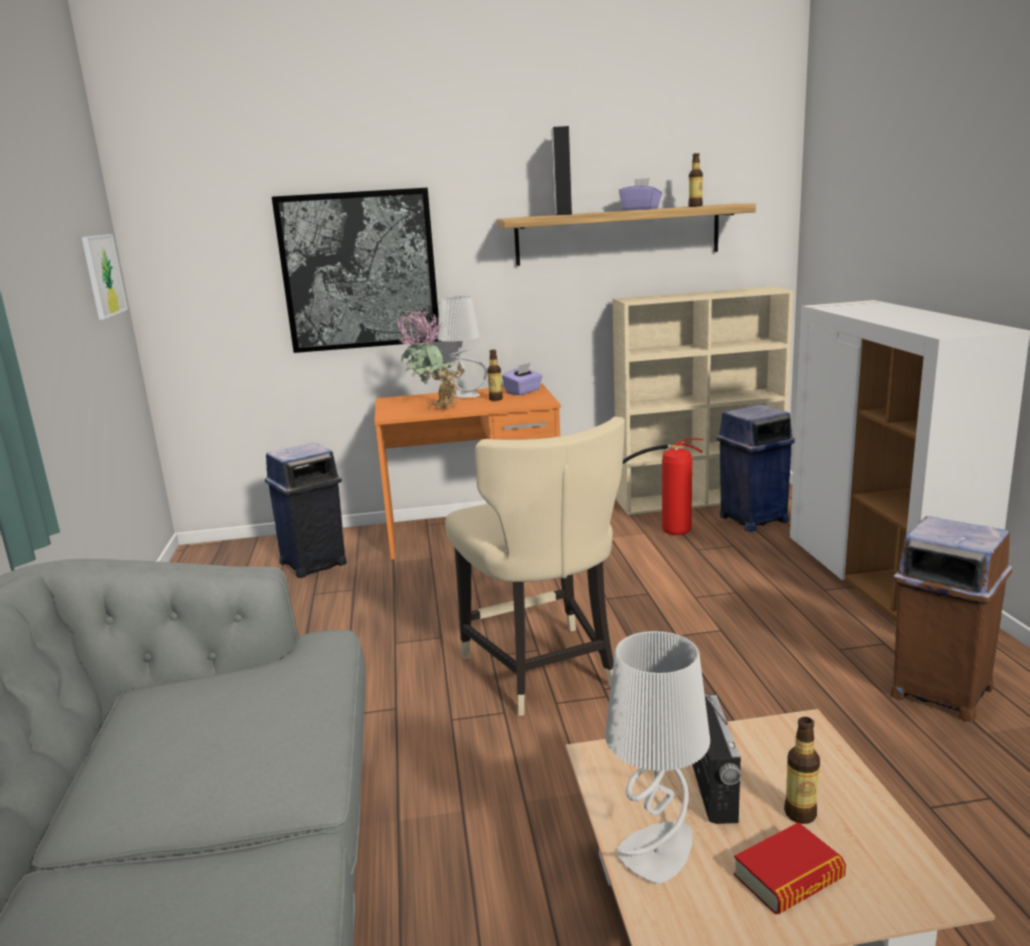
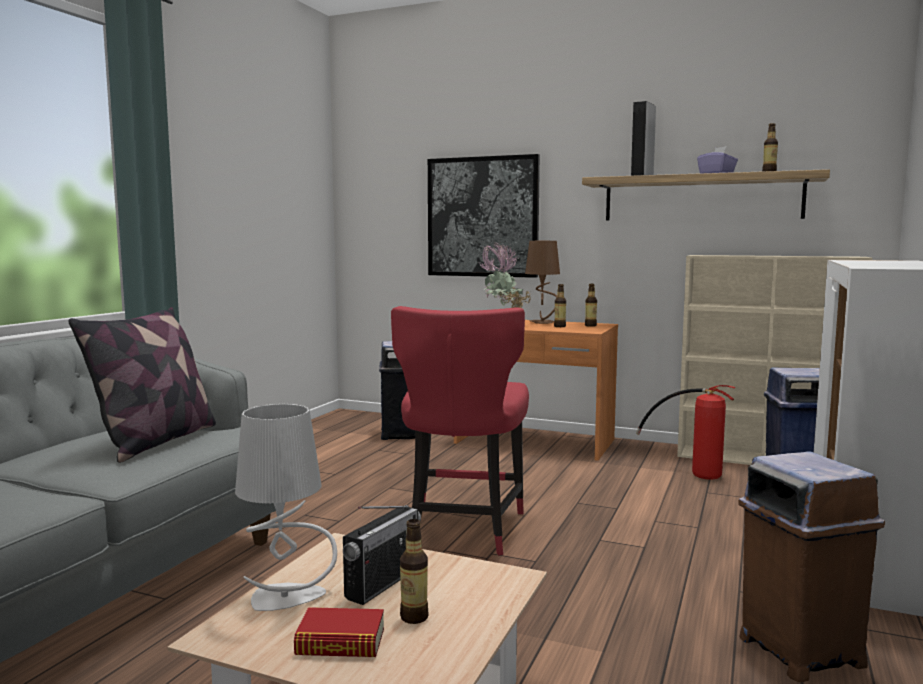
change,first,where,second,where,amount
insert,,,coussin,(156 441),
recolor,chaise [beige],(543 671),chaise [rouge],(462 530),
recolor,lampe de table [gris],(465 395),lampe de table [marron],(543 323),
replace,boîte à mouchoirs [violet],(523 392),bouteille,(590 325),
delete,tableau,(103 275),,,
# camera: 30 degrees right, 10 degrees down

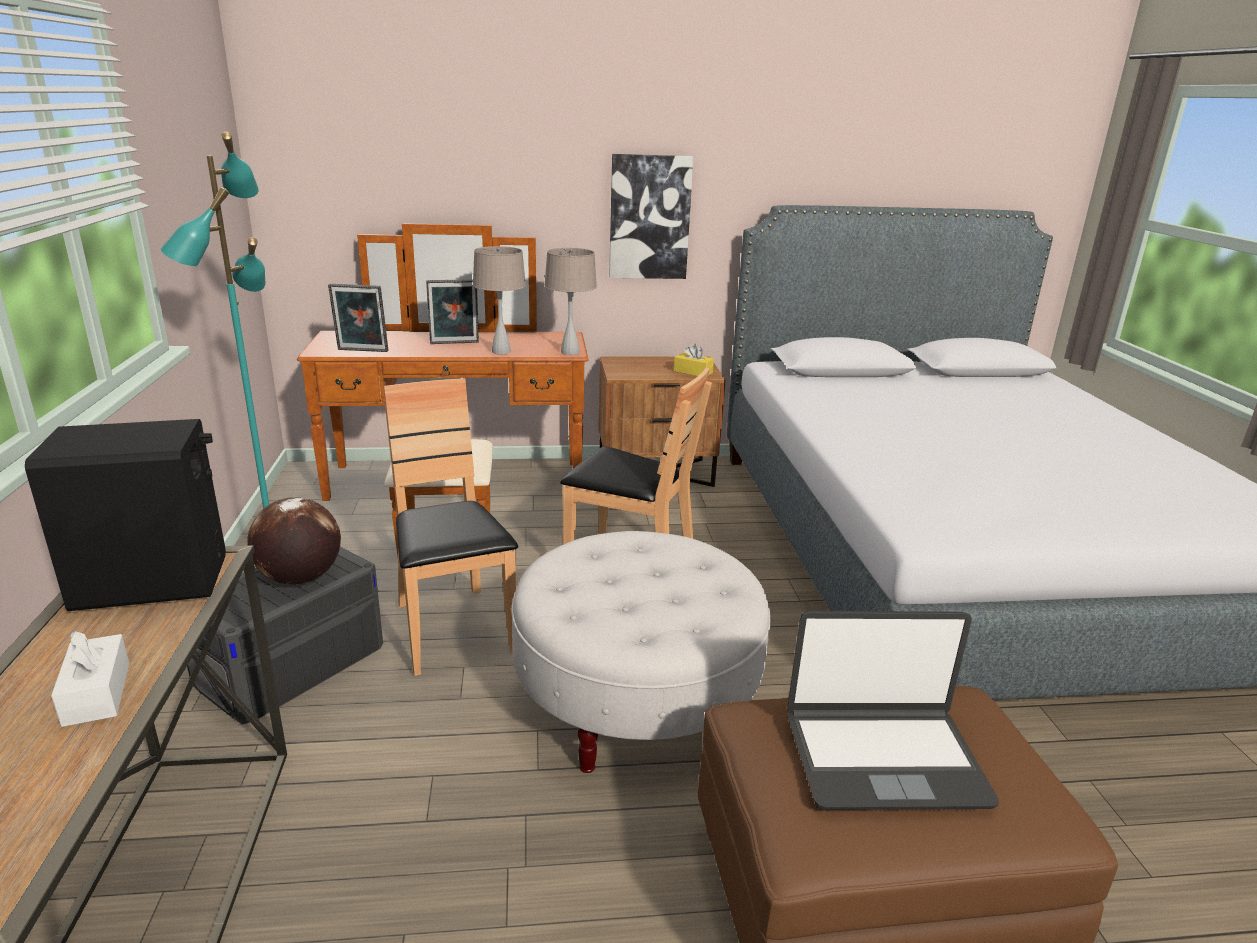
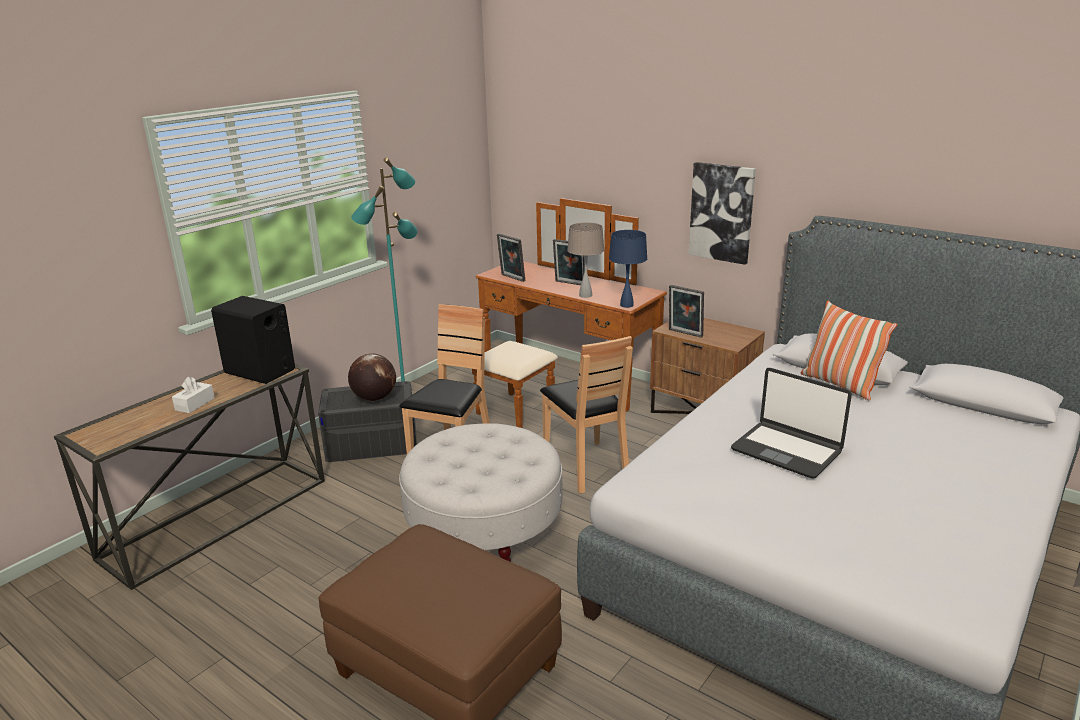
change,first,where,second,where,amount
recolor,lampe de table [beige],(570 352),lampe de table [bleu],(627 305),
insert,,,cadre photo,(684 334),
move,ordinateur portable,(883 758),,(786 450),
insert,,,coussin,(839 385),
delete,boîte à mouchoirs [jaune],(693 372),,,
# camera: 45 degrees right, 0 degrees up

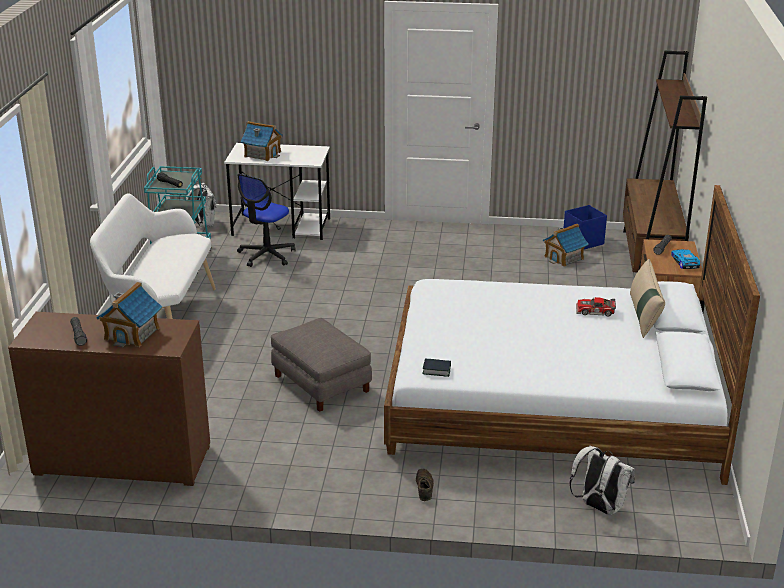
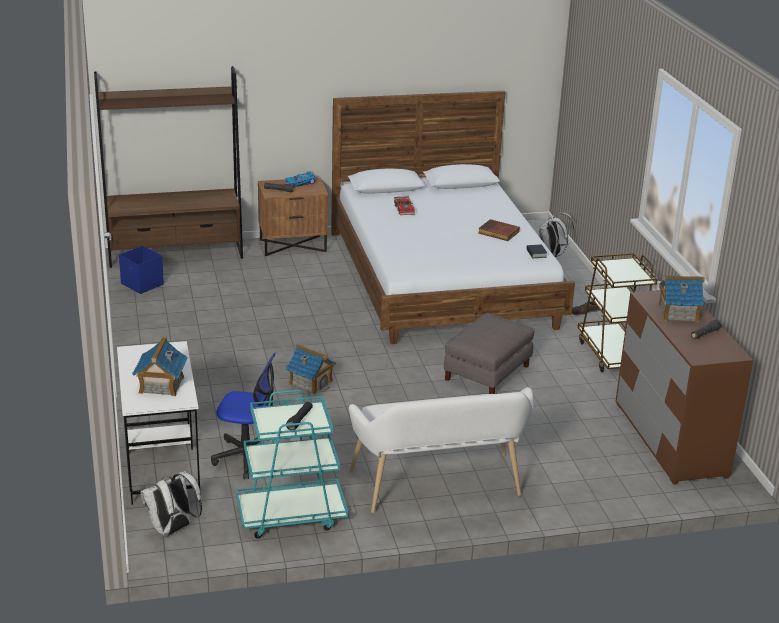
change,first,where,second,where,amount
move,maison miniature,(564 257),,(310 382),
insert,,,livre,(498 232),
insert,,,chariot [marron],(612 354),
delete,coussin [beige],(644 316),,,
# camera: 110 degrees left, 0 degrees up

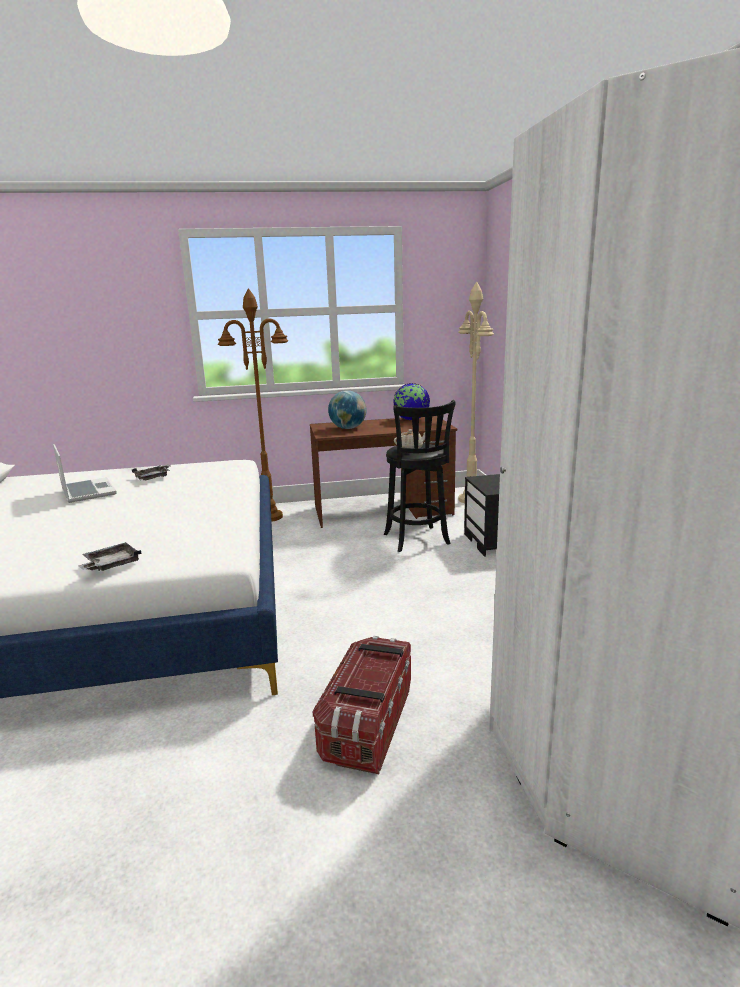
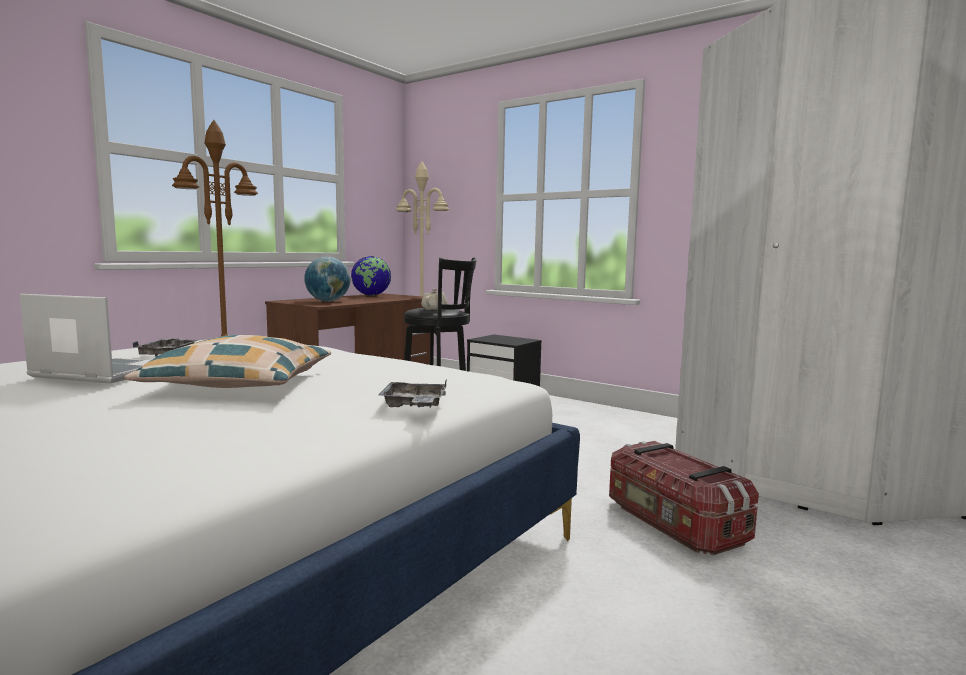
change,first,where,second,where,amount
insert,,,coussin,(241 383),
# camera: 45 degrees left, 10 degrees down

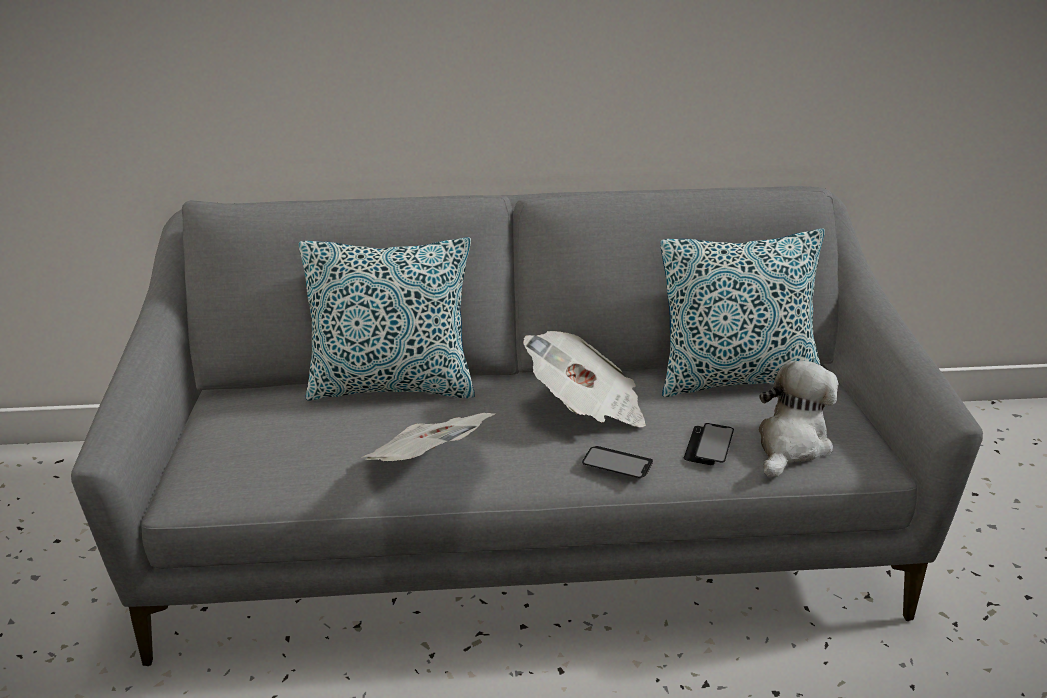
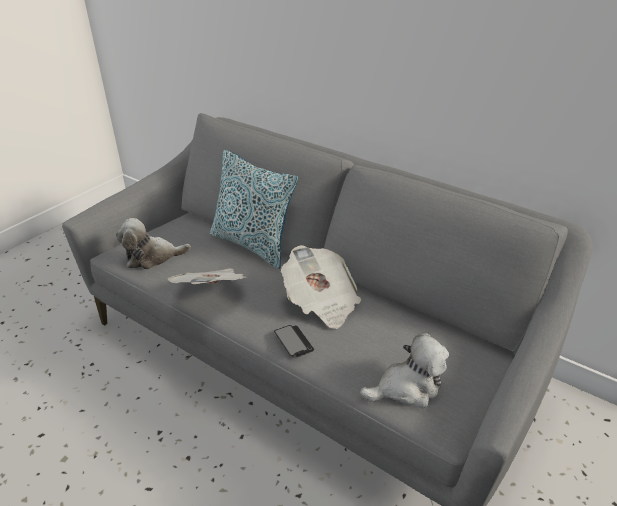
change,first,where,second,where,amount
insert,,,peluche,(152 257),
delete,coussin,(736 378),,,
delete,téléphone,(708 446),,,
# camera: 40 degrees right, 5 degrees up

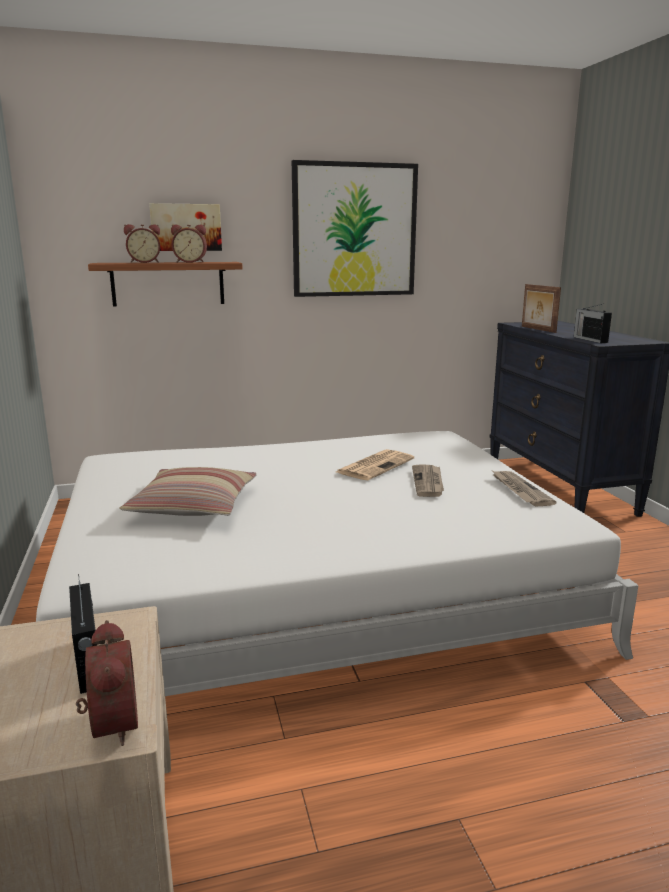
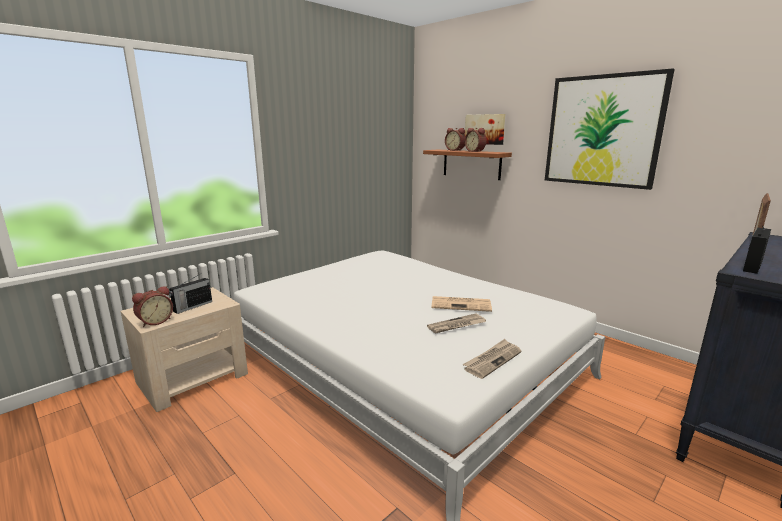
change,first,where,second,where,amount
delete,coussin,(193 506),,,
# camera: 60 degrees right, 0 degrees up

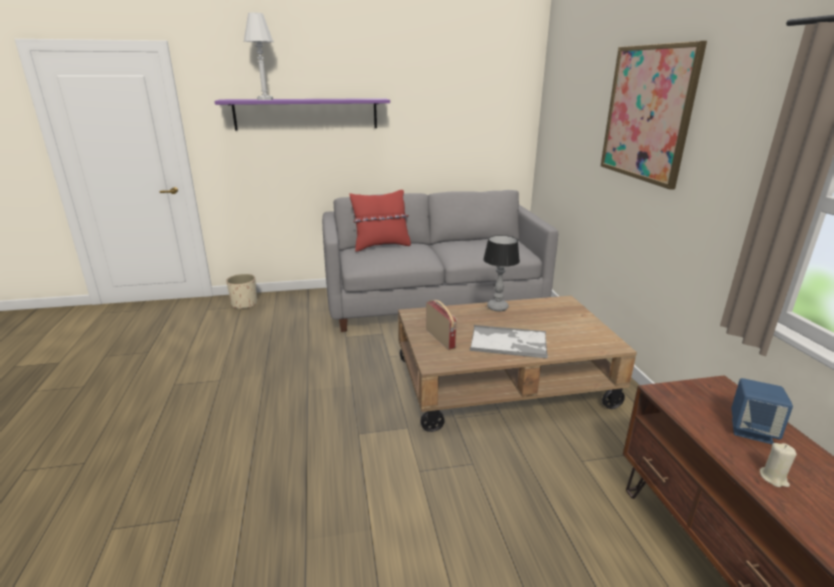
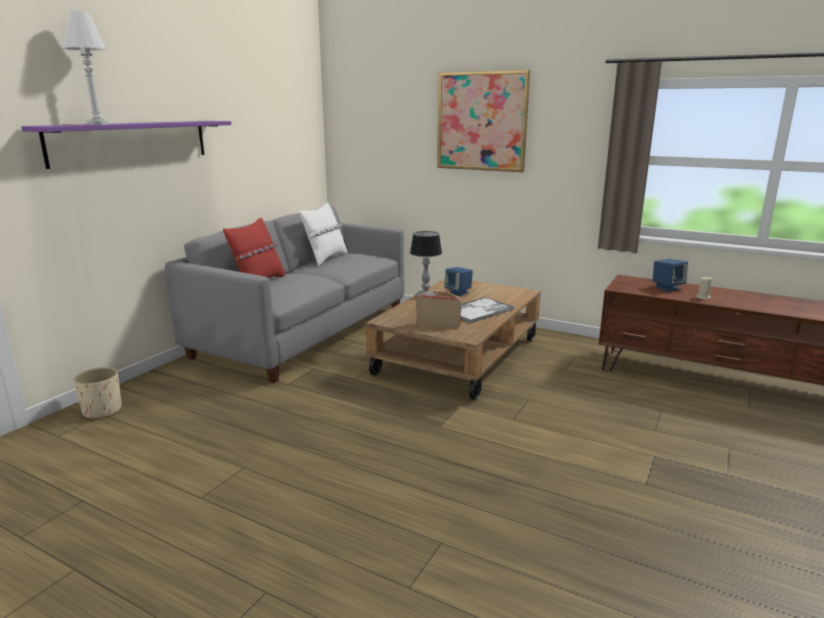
change,first,where,second,where,amount
insert,,,coussin [blanc],(325 258),
insert,,,enceinte [bleu],(458 292),
# camera: 50 degrees left, 5 degrees down

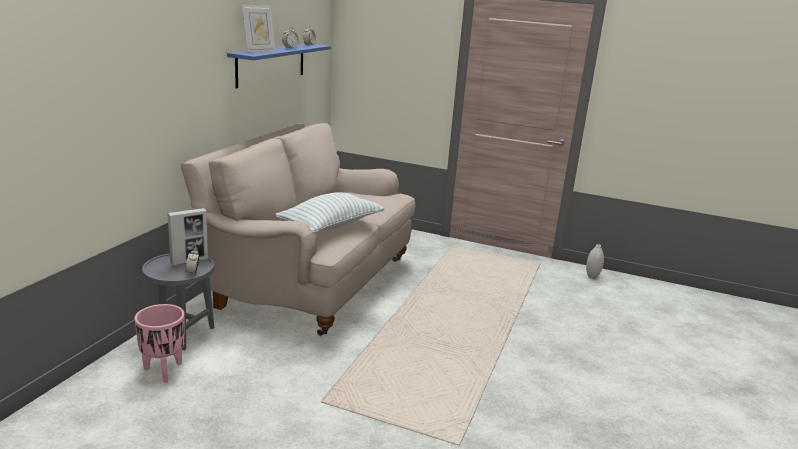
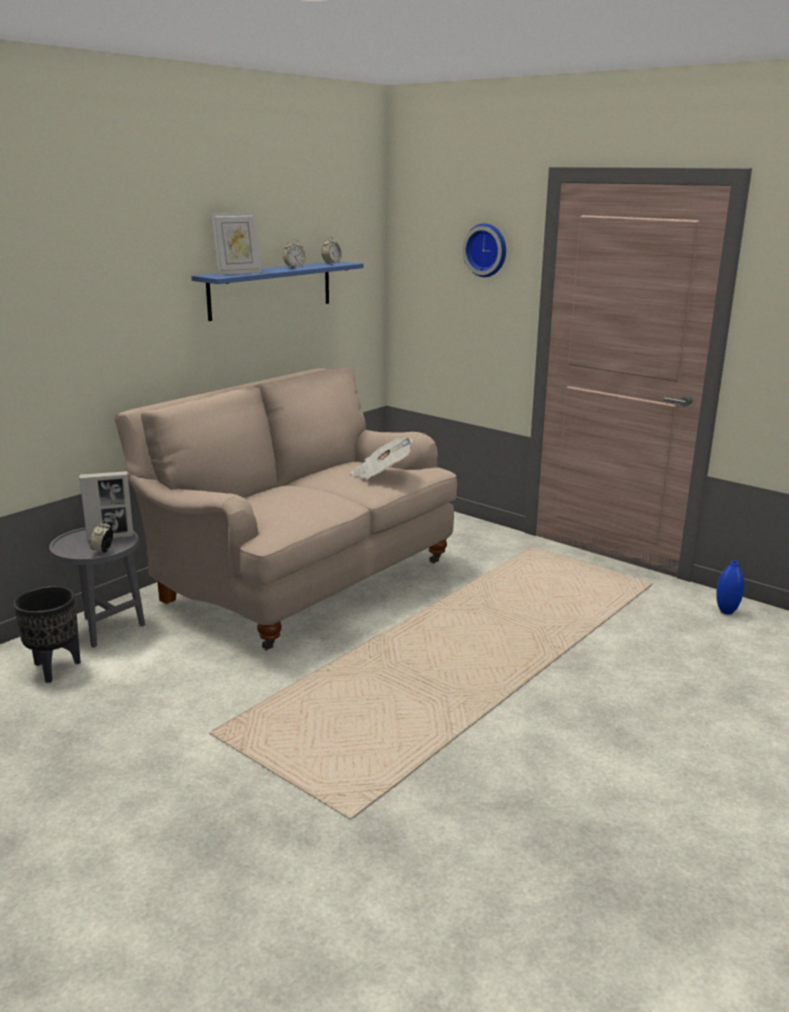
change,first,where,second,where,amount
recolor,cache-pot [rose],(164 371),cache-pot [noir],(55 669),
insert,,,journal,(381 474),
insert,,,horloge murale,(487 250),
recolor,vase [blanc],(592 277),vase [bleu],(726 611),
delete,coussin,(331 225),,,
# camera: 20 degrees right, 0 degrees up

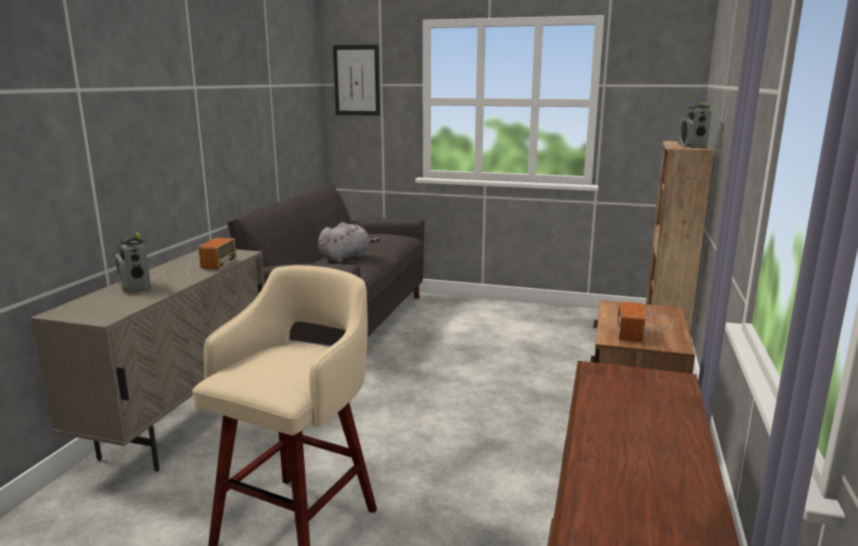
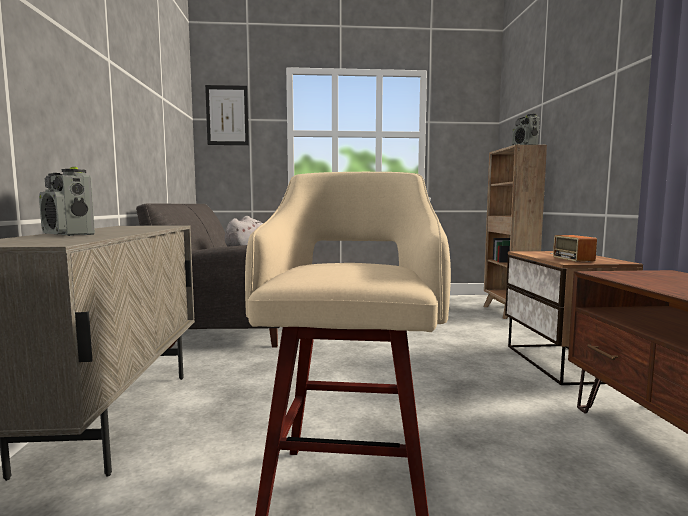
change,first,where,second,where,amount
delete,radio,(195 270),,,
# camera: 20 degrees left, 10 degrees down

